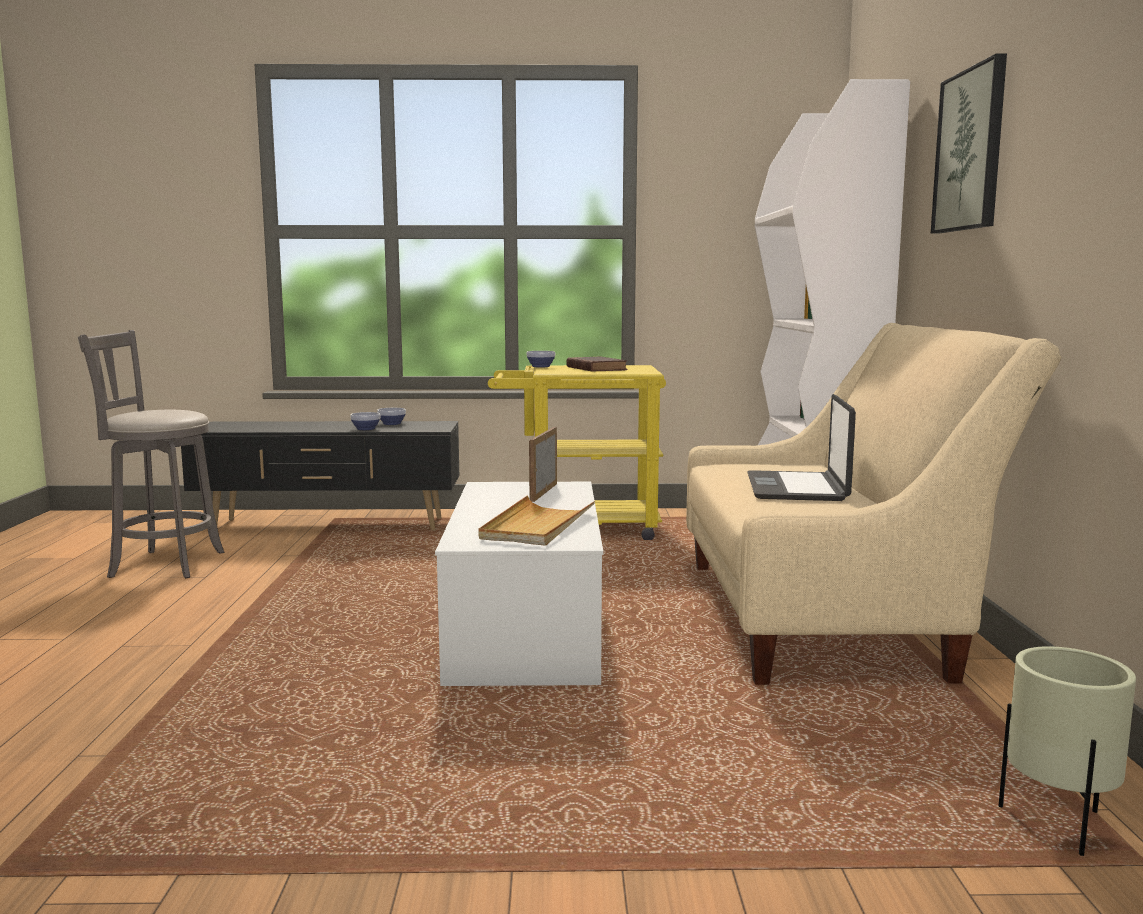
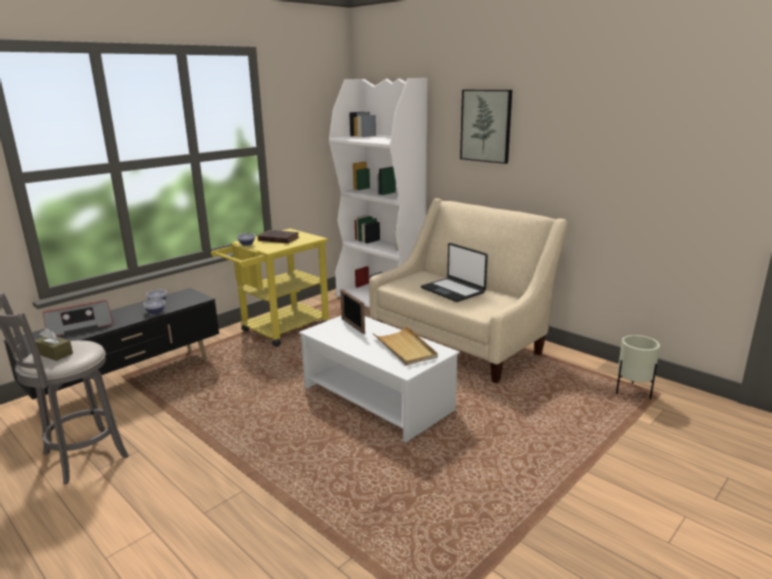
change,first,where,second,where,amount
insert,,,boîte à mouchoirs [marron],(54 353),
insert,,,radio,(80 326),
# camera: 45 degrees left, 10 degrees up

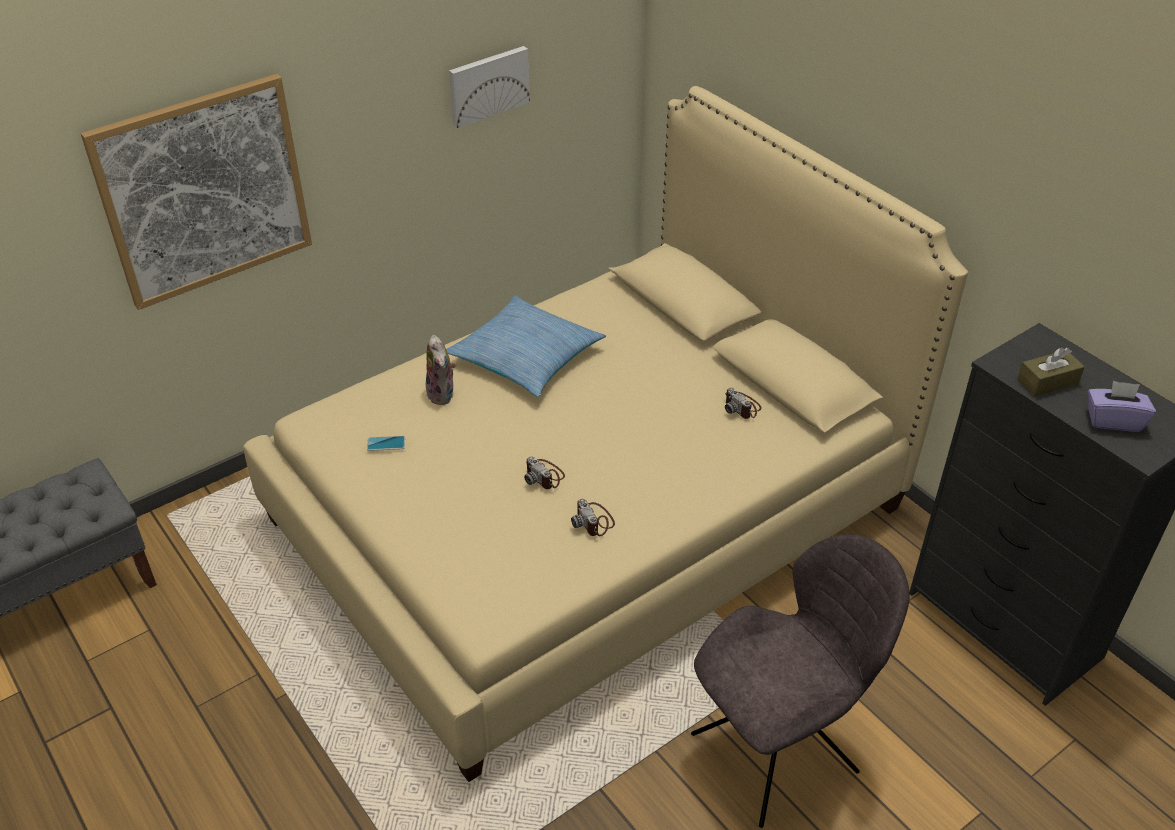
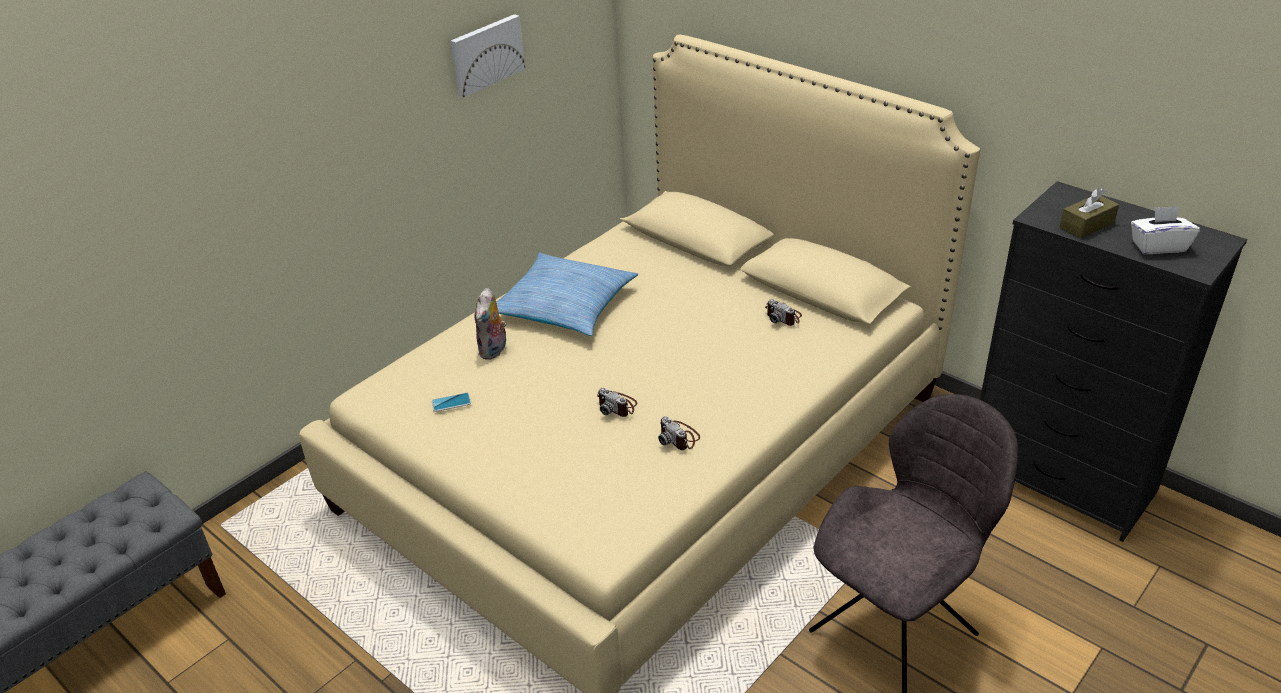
change,first,where,second,where,amount
rotate,peluche,(443 394),,(494 350),45 degrees clockwise
recolor,boîte à mouchoirs [violet],(1113 420),boîte à mouchoirs [blanc],(1158 246),
delete,tableau,(204 191),,,
# camera: 10 degrees left, 5 degrees down

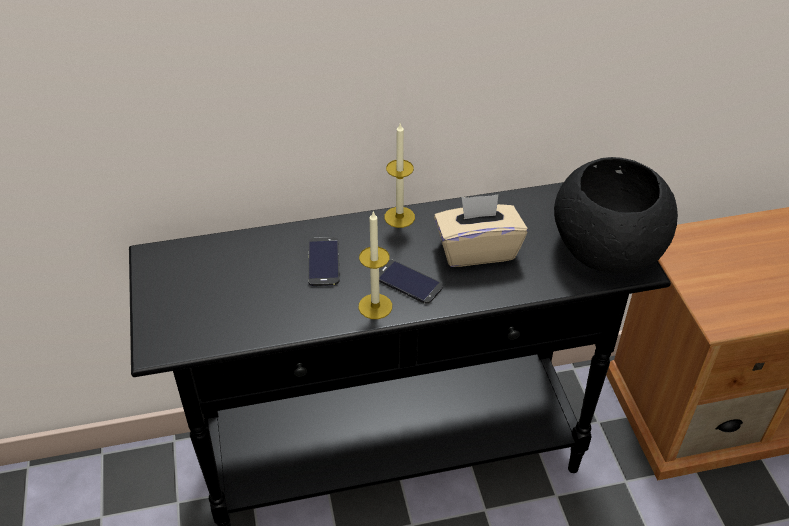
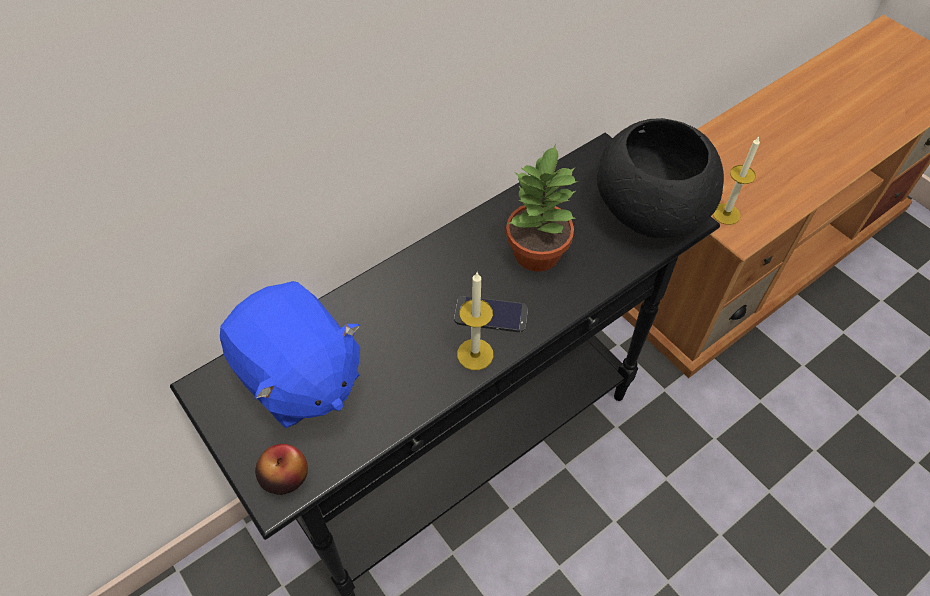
change,first,where,second,where,amount
insert,,,peluche [bleu],(299 377),
insert,,,pomme,(285 476),
replace,boîte à mouchoirs [beige],(477 250),plante en pot,(535 254),
move,bougie,(399 217),,(726 214),
delete,téléphone,(323 262),,,
# camera: 25 degrees left, 10 degrees up

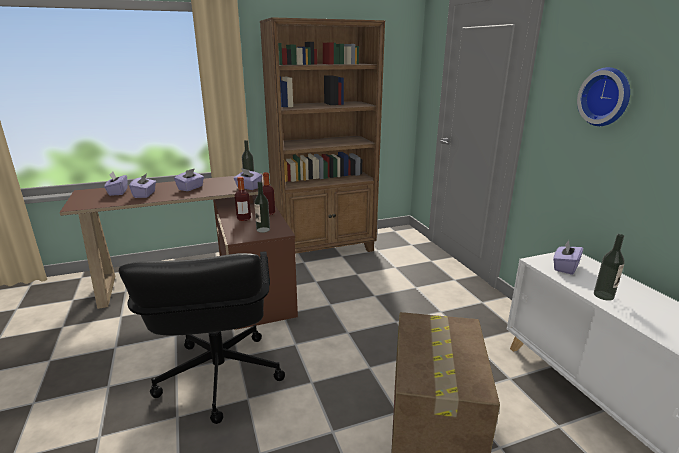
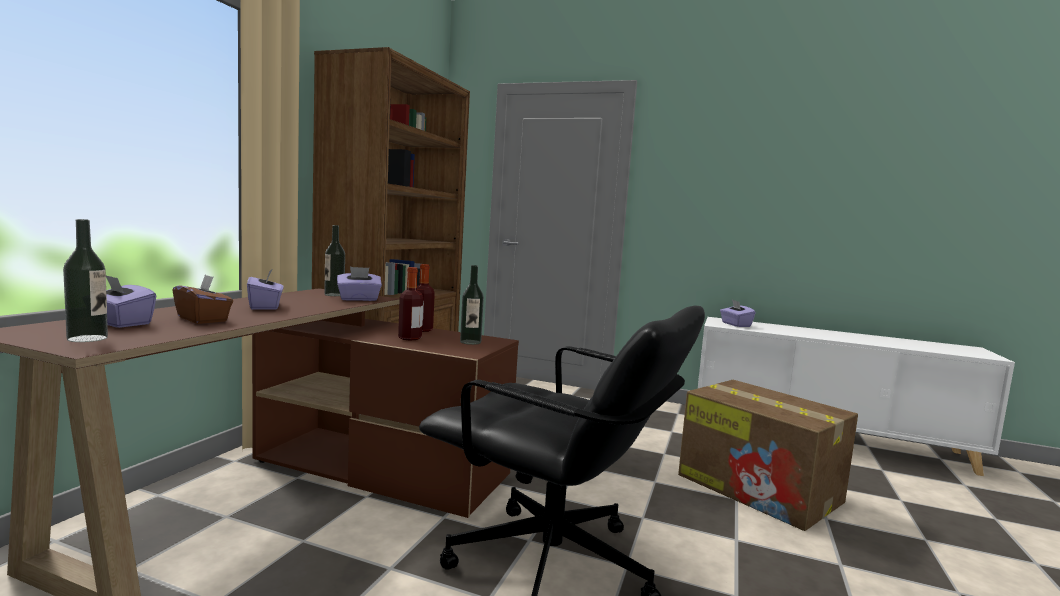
change,first,where,second,where,amount
move,bouteille,(603 295),,(87 338),
recolor,boîte à mouchoirs [violet],(145 194),boîte à mouchoirs [marron],(203 319),
delete,horloge murale,(606 97),,,
# camera: 50 degrees left, 15 degrees down

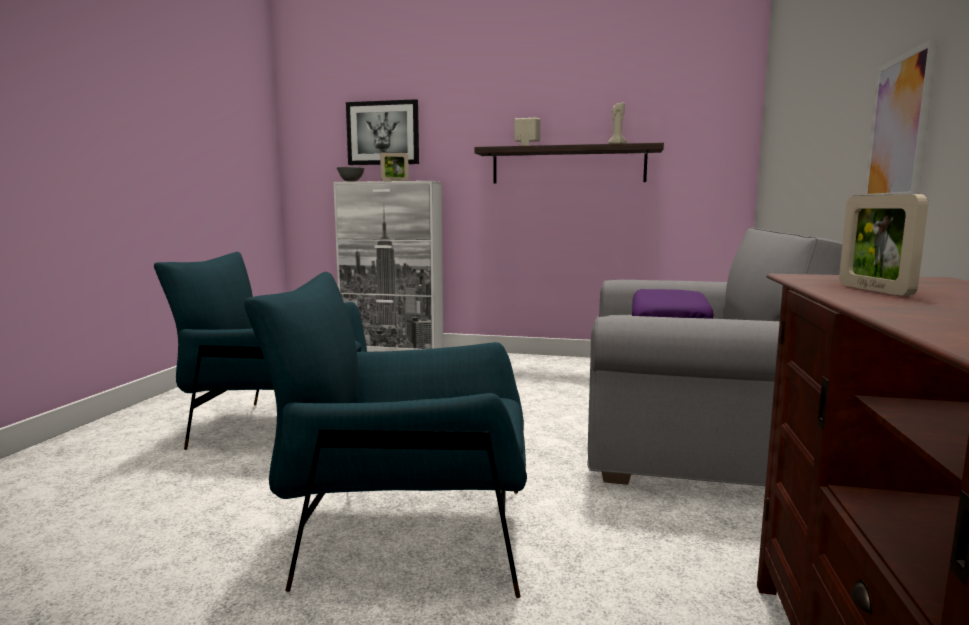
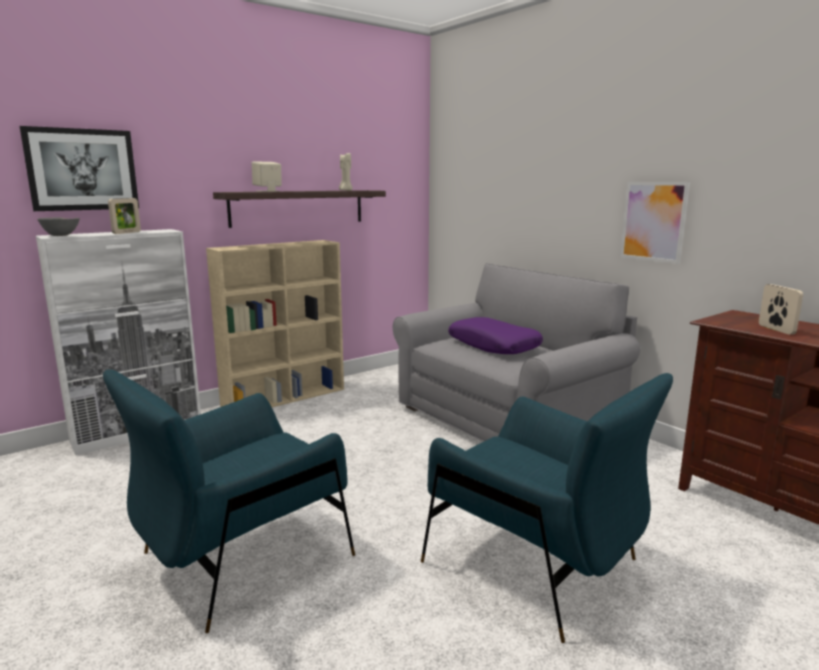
change,first,where,second,where,amount
insert,,,bibliothèque [beige],(285 397),
rotate,fauteuil [bleu],(408 534),,(535 564),90 degrees counterclockwise
rotate,cadre photo,(874 290),,(776 330),135 degrees counterclockwise
# camera: 50 degrees left, 5 degrees up

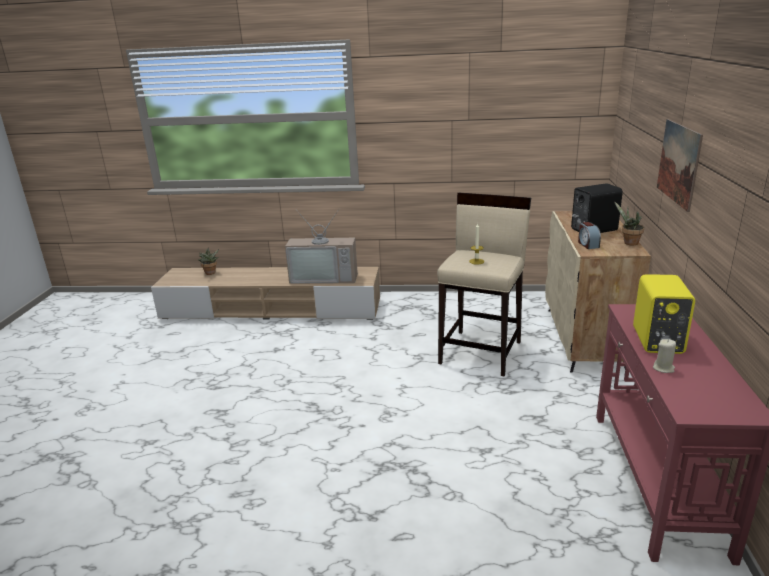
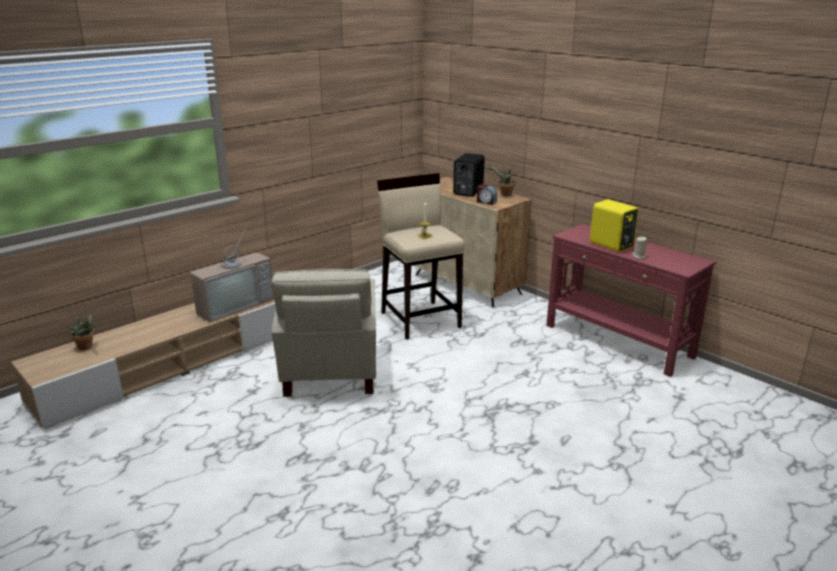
change,first,where,second,where,amount
insert,,,fauteuil [beige],(329 373),
delete,tableau,(678 163),,,
# camera: 50 degrees left, 0 degrees up

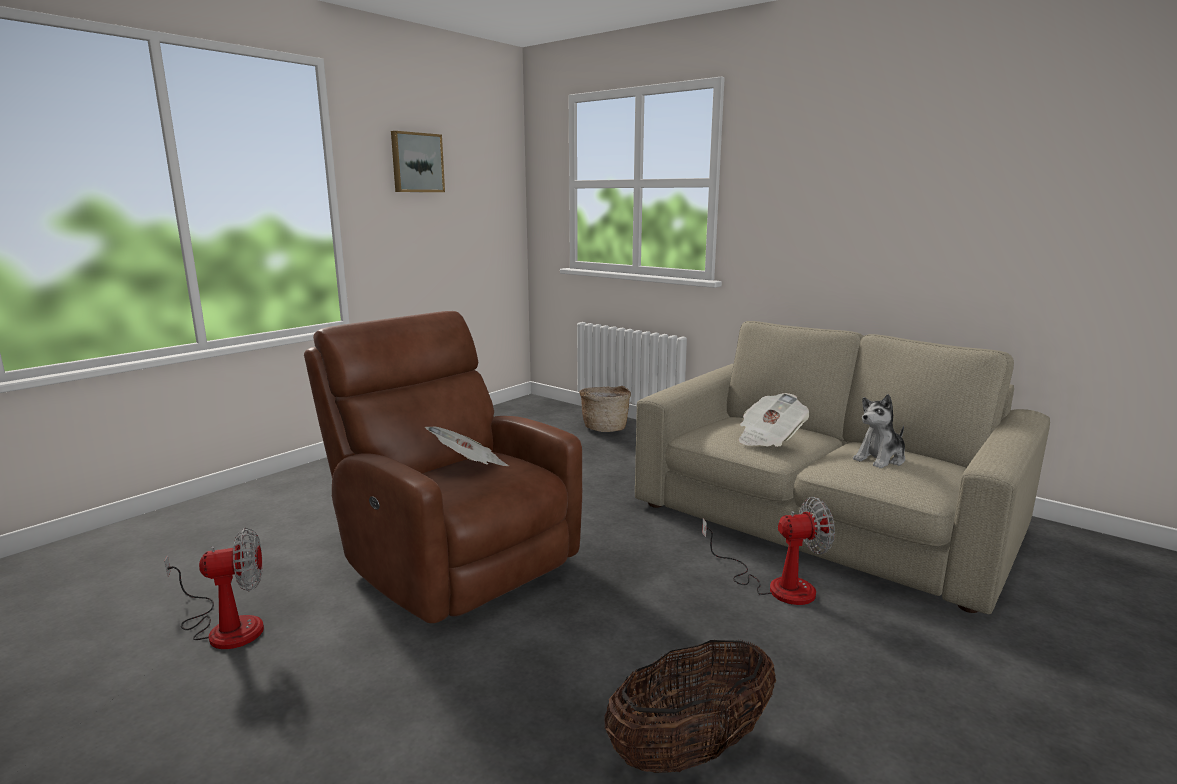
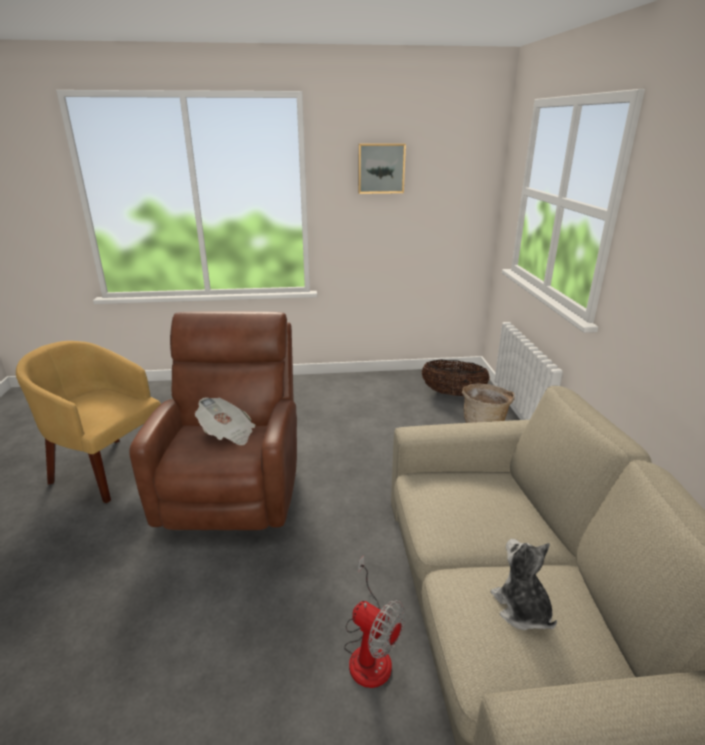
change,first,where,second,where,amount
replace,ventilateur,(226 627),fauteuil [jaune],(107 468),
move,panier,(691 750),,(453 394),
rotate,peluche,(880 459),,(521 609),60 degrees clockwise
delete,journal,(769 438),,,
# camera: 45 degrees right, 10 degrees up

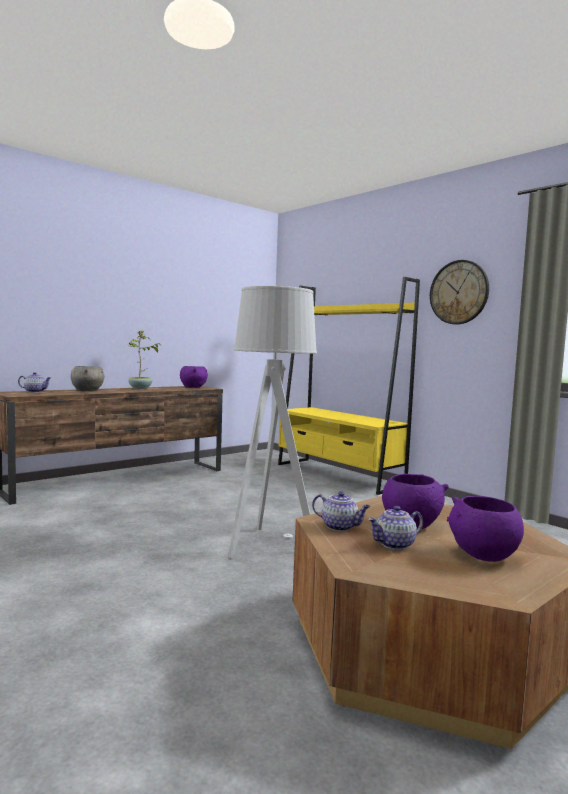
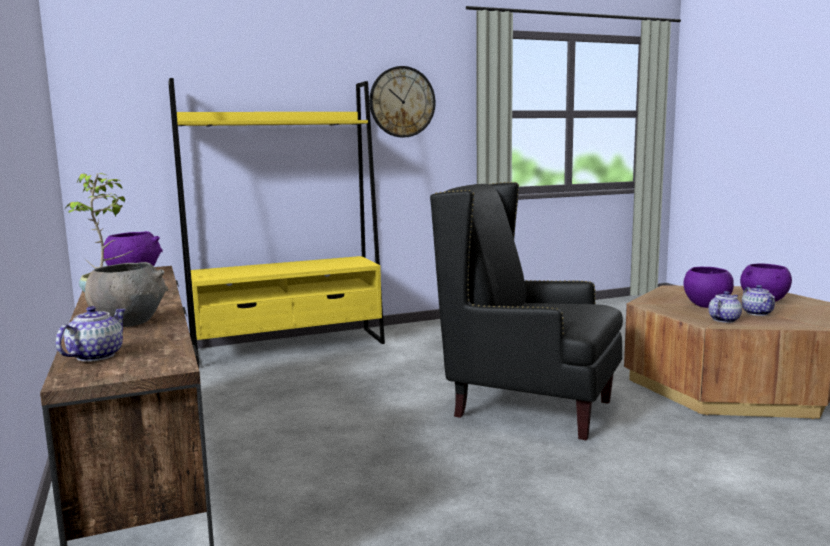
change,first,where,second,where,amount
replace,lampadaire [gris],(268 546),fauteuil [noir],(530 408),
# camera: 70 degrees left, 5 degrees up

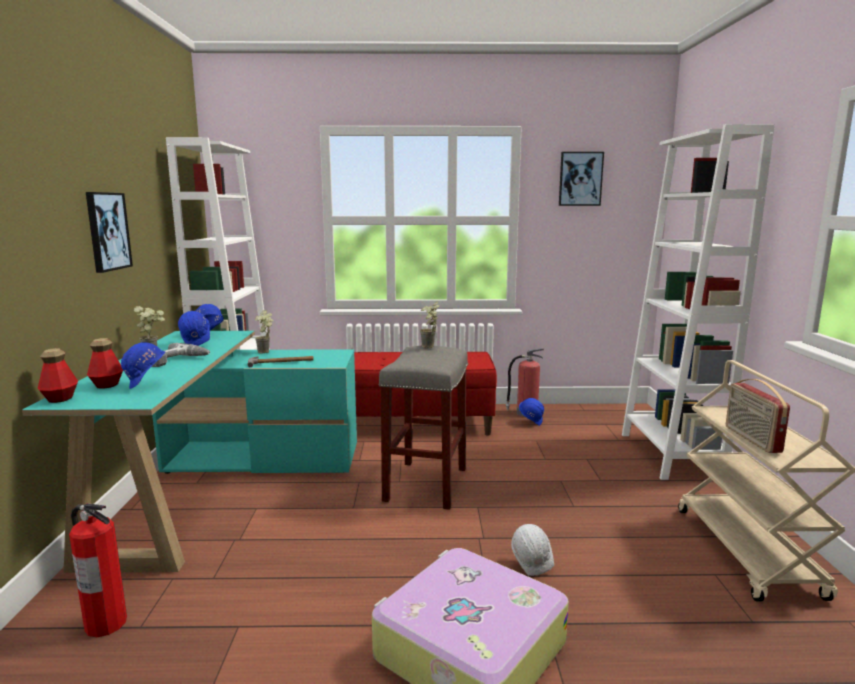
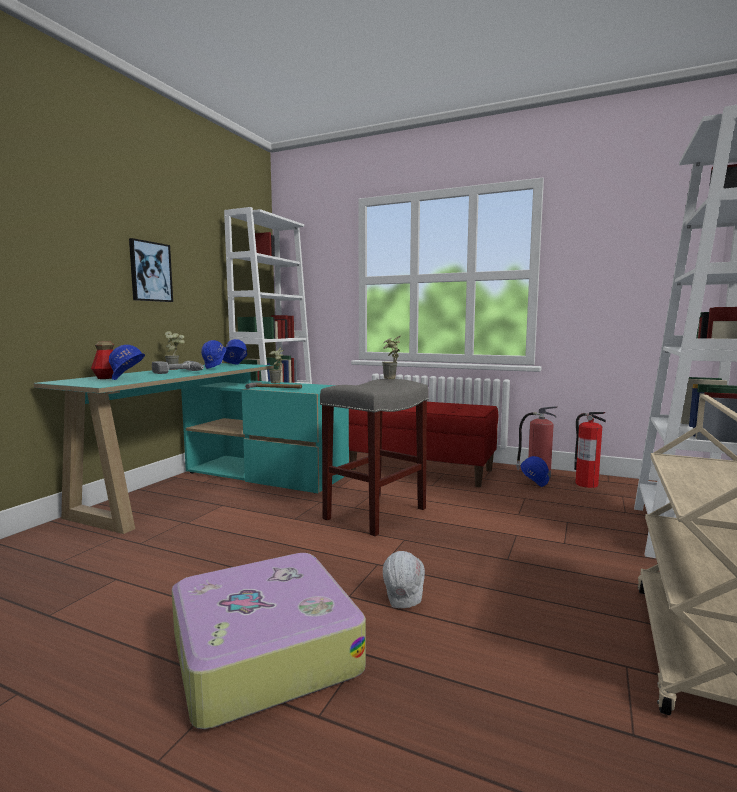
change,first,where,second,where,amount
move,extincteur,(105 623),,(586 484),
delete,bouteille,(60 398),,,
delete,tableau,(580 179),,,
delete,radio,(751 439),,,
# camera: 25 degrees right, 5 degrees down

